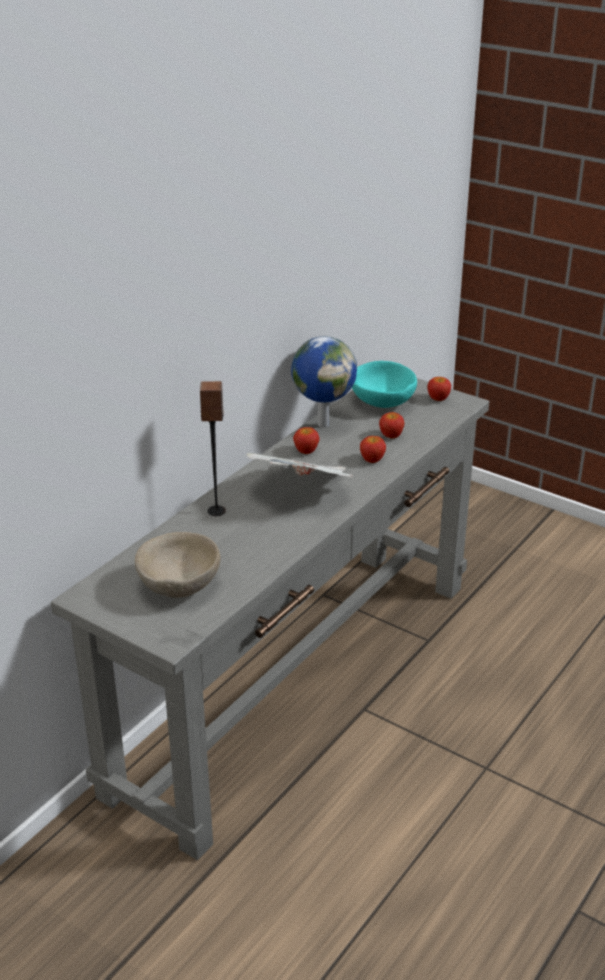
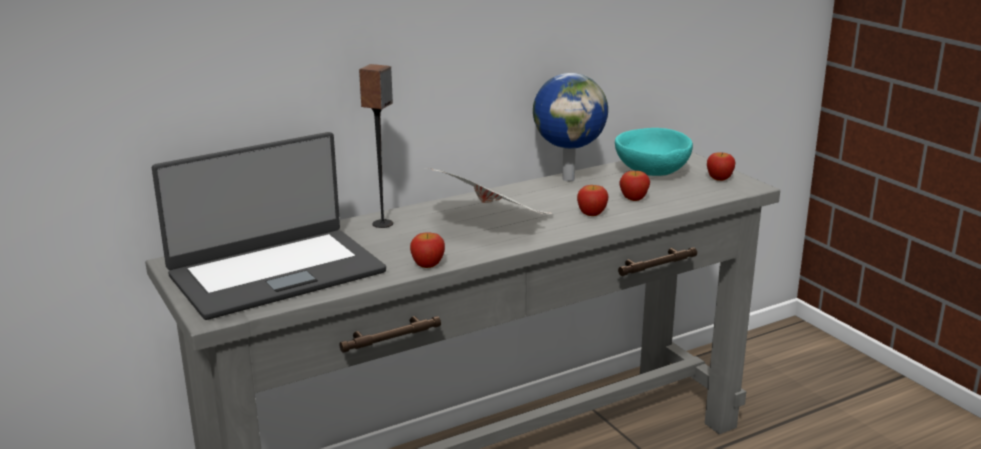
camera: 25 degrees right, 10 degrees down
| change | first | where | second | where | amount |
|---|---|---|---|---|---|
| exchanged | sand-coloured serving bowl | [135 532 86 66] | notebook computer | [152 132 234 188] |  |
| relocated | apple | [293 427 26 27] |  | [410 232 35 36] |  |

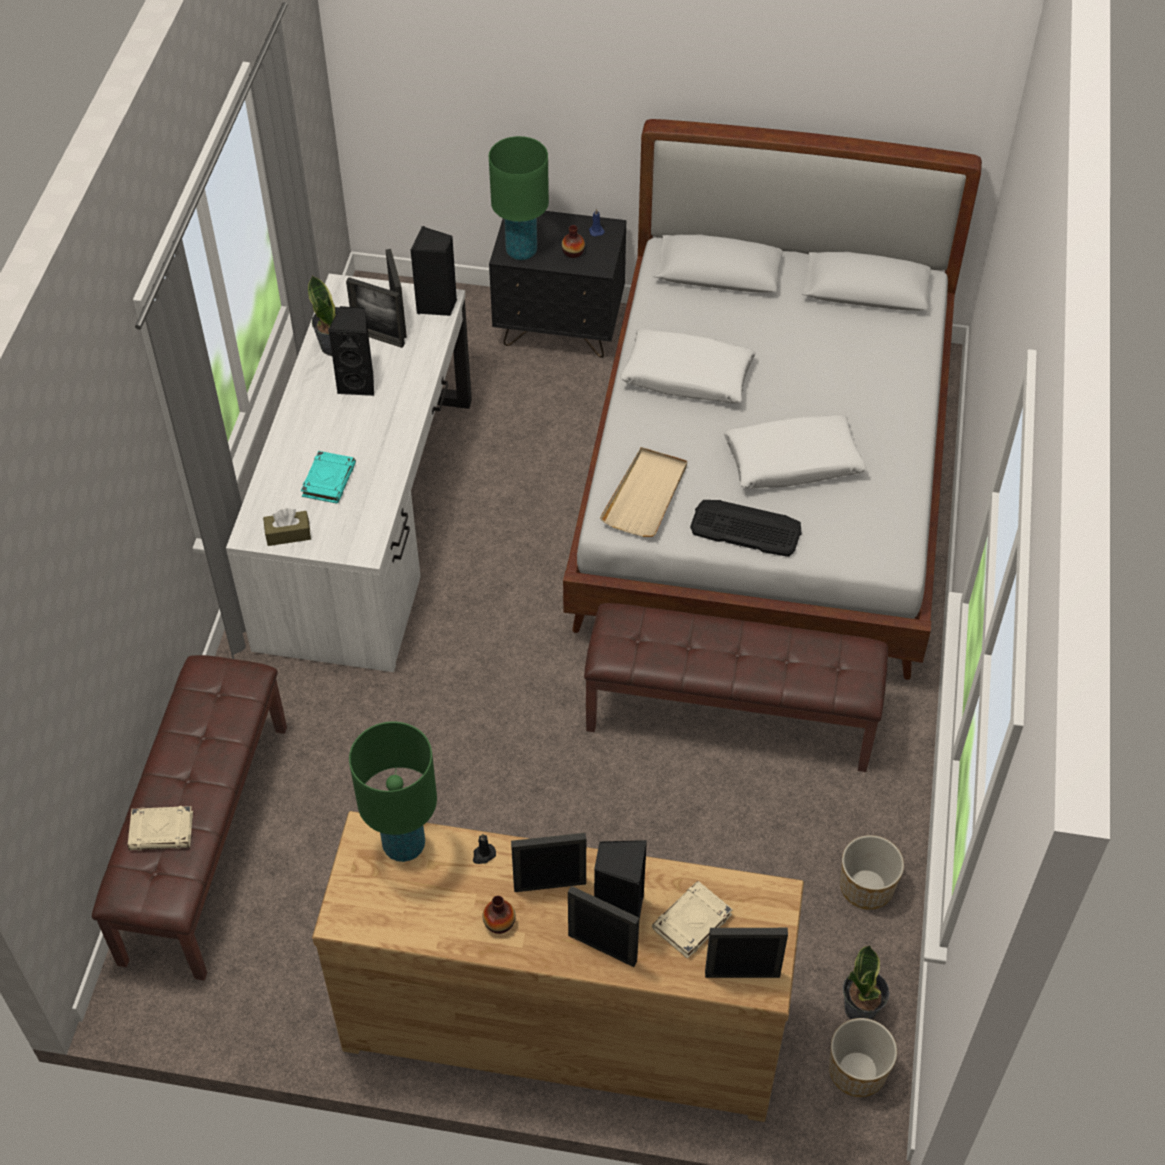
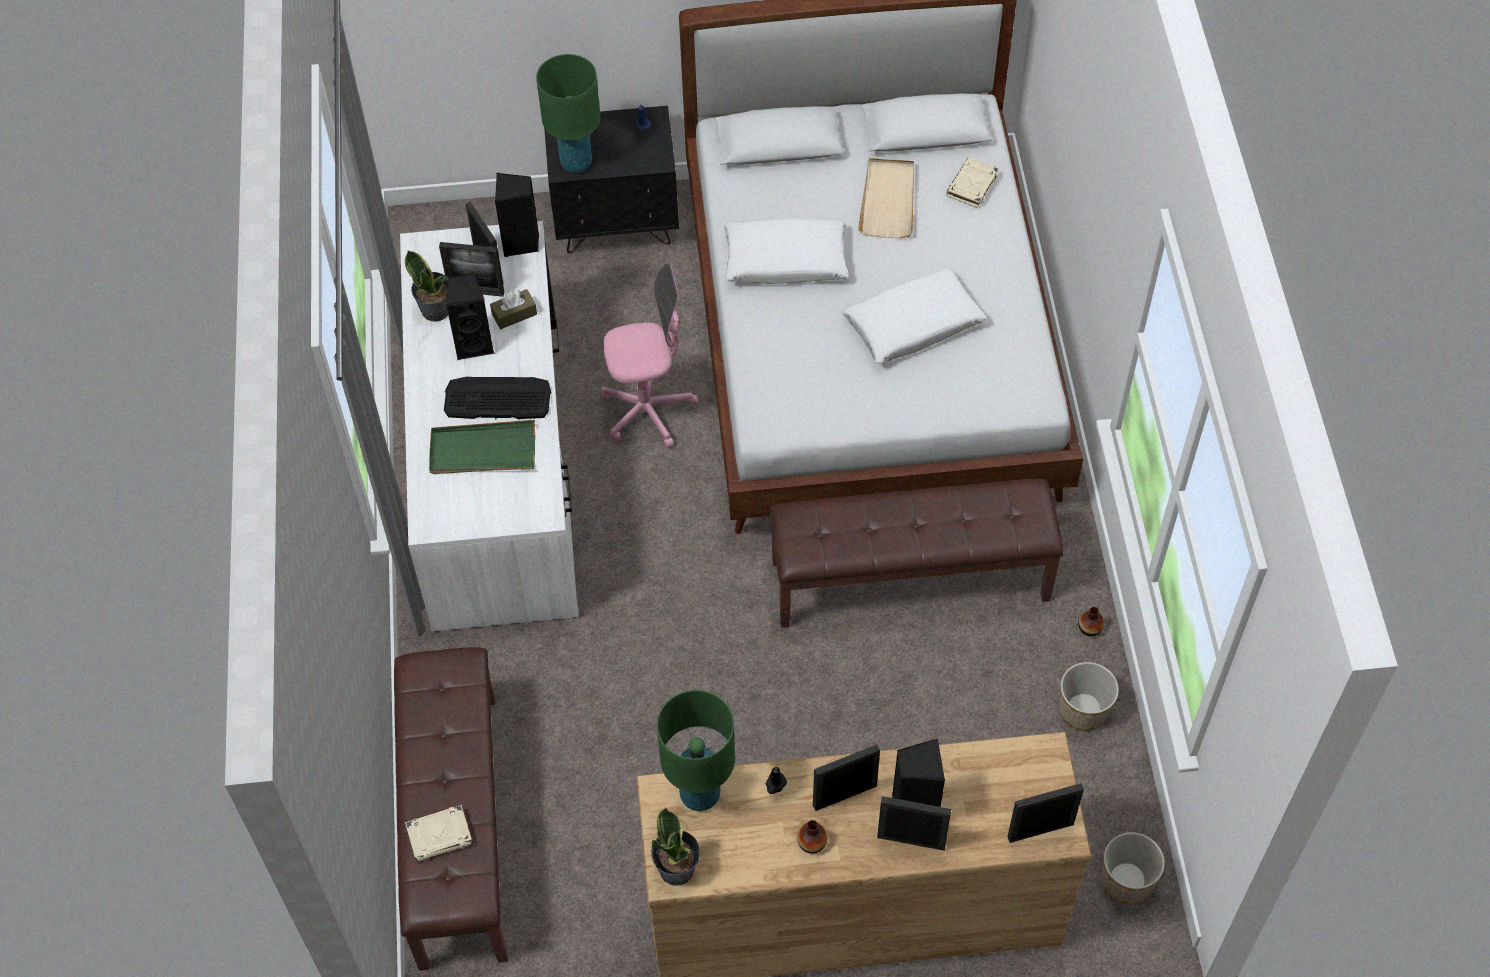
camera: 15 degrees left, 5 degrees up
| change | first | where | second | where | amount |
|---|---|---|---|---|---|
| relocated | brown tissue box | [263 508 48 38] |  | [490 289 47 40] |  |
| exchanged | blue-green bound book | [301 451 55 52] | green-coloured tray | [429 420 106 54] |  |
| relocated | flower vase | [562 225 23 33] |  | [1078 607 26 29] |  |
| relocated | sand-coloured tray | [600 447 87 90] |  | [858 158 56 80] |  |
| relocated | sand-coloured bound book | [652 881 81 78] |  | [946 157 53 51] |  |
| relocated | keyboard | [690 500 112 57] |  | [444 376 107 43] |  |
| relocated | houseplant | [843 945 46 75] |  | [651 808 49 78] |  |
| appeared |  |  | pink desk chair | [601 263 97 185] |  |

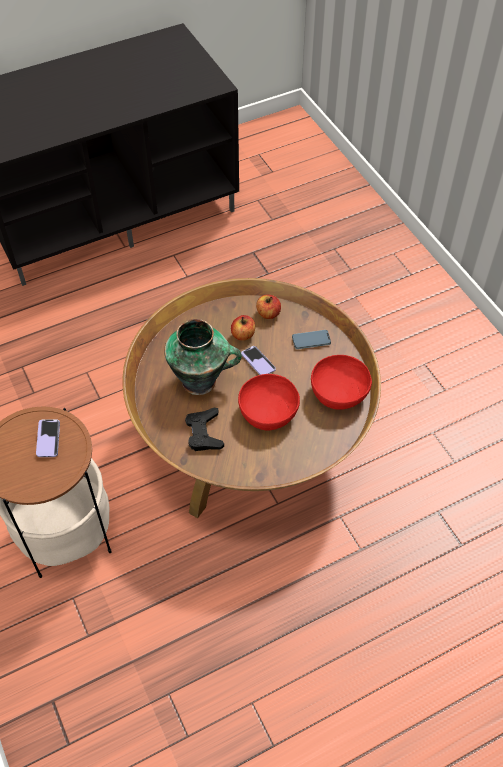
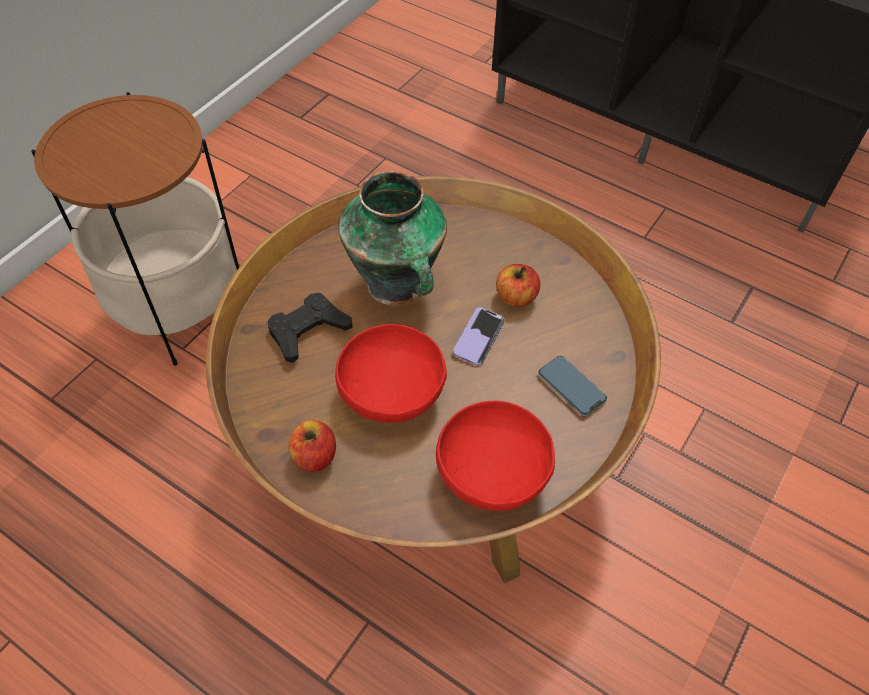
camera: 60 degrees right, 0 degrees up
| change | first | where | second | where | amount |
|---|---|---|---|---|---|
| missing | phone | [36 419 24 38] |  |  |  |
| relocated | apple | [256 294 25 25] |  | [288 420 48 52] |  |

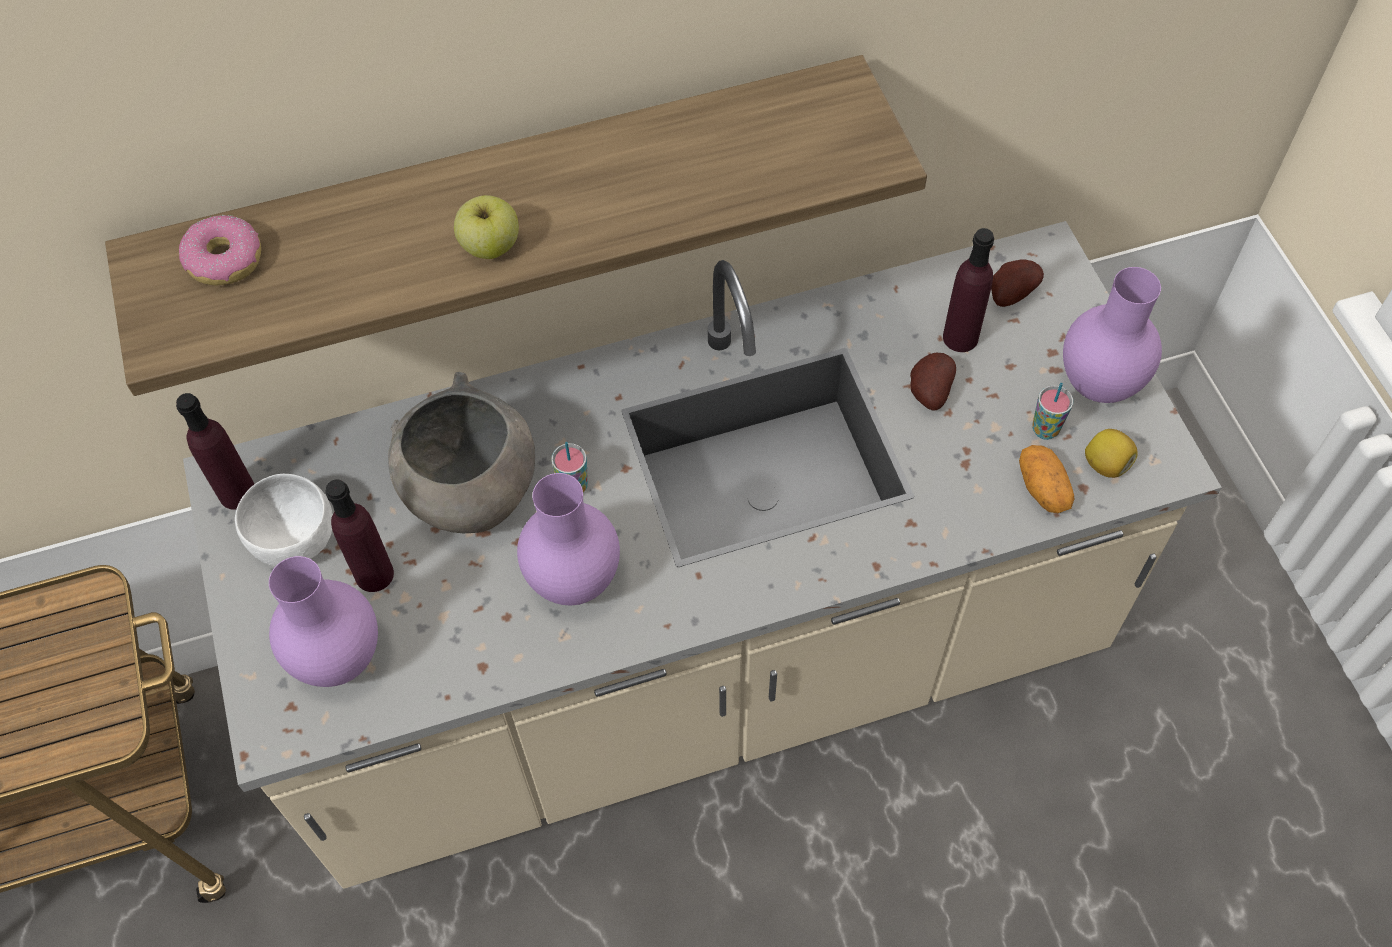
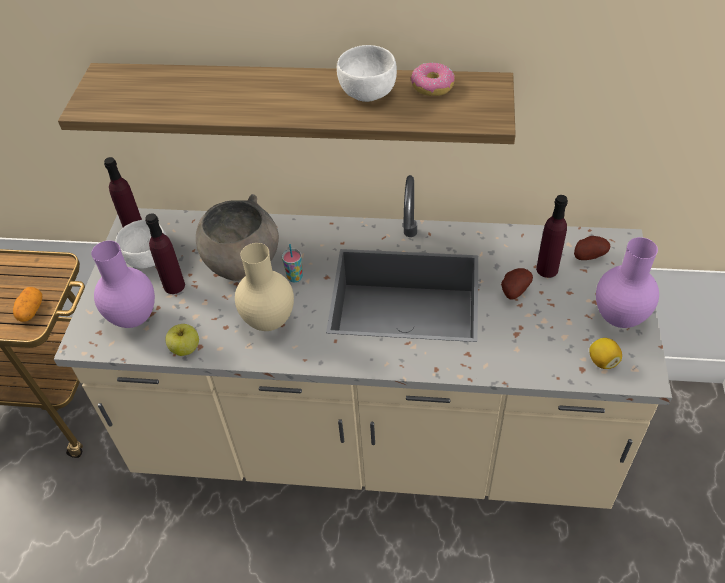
camera: 25 degrees right, 10 degrees down
| change | first | where | second | where | amount |
|---|---|---|---|---|---|
| relocated | doughnut | [179 215 82 71] |  | [411 63 44 33] |  |
| relocated | apple | [454 195 65 64] |  | [165 324 34 32] |  |
| colour | purplish flower vase | [517 473 103 133] | sand-coloured flower vase | [235 243 59 88] |  |
| relocated | potato | [1019 445 56 68] |  | [13 287 29 35] |  |
| missing | cup | [1032 383 41 57] |  |  |  |
| appeared |  |  | white-coloured serving bowl | [337 45 60 57] |  |

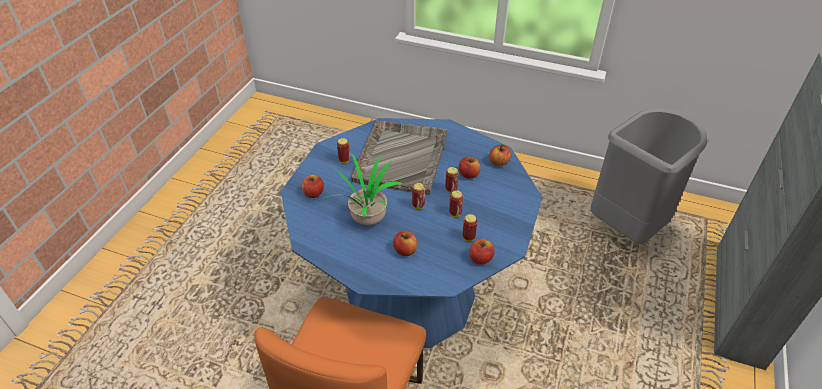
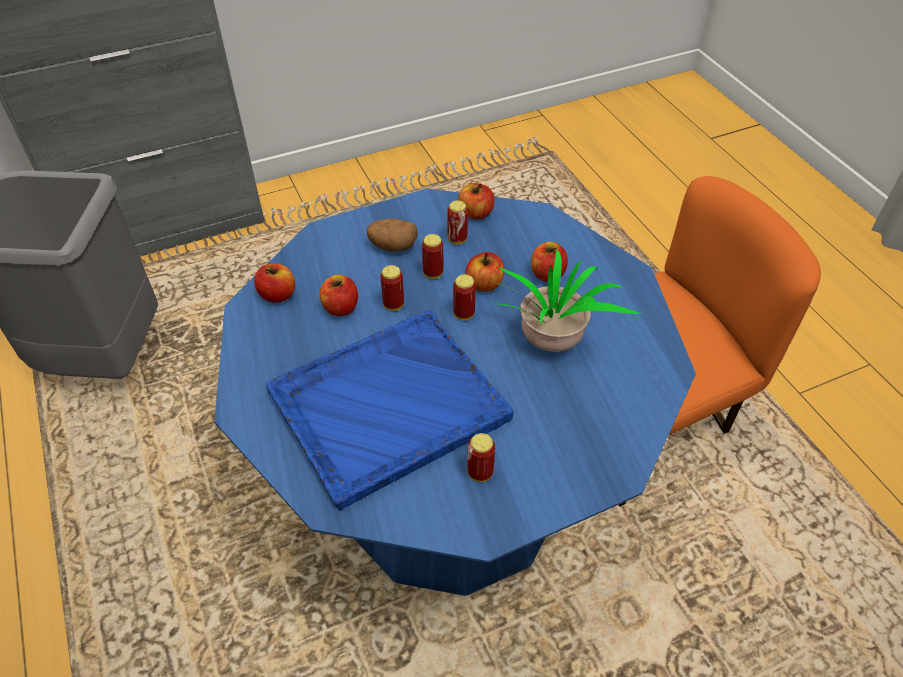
camera: 135 degrees left, 5 degrees up
| change | first | where | second | where | amount |
|---|---|---|---|---|---|
| relocated | apple | [302 175 22 23] |  | [465 252 40 40] |  |
| colour | gray tray | [351 120 96 75] | bluish tray | [266 310 248 201] |  |
| appeared |  |  | potato | [367 219 51 32] |  |

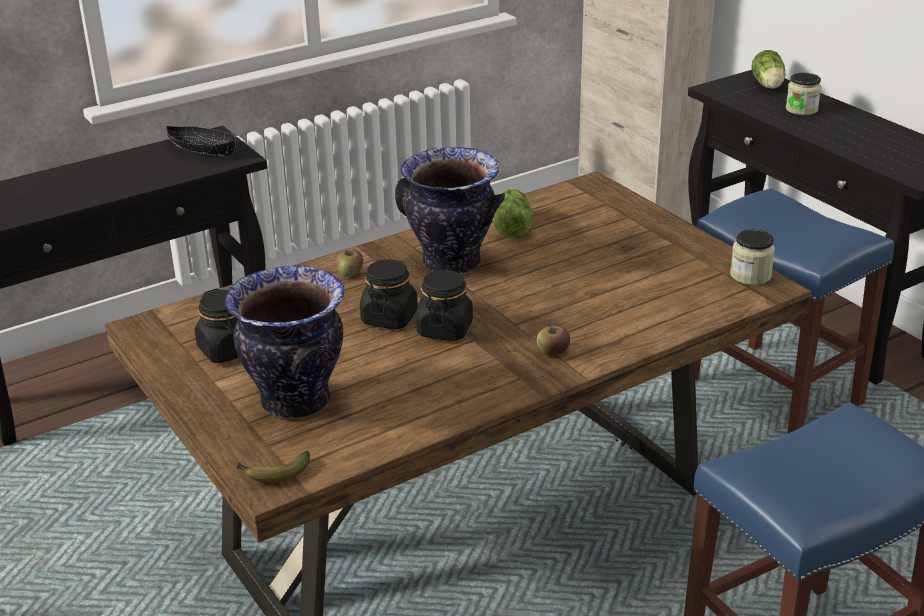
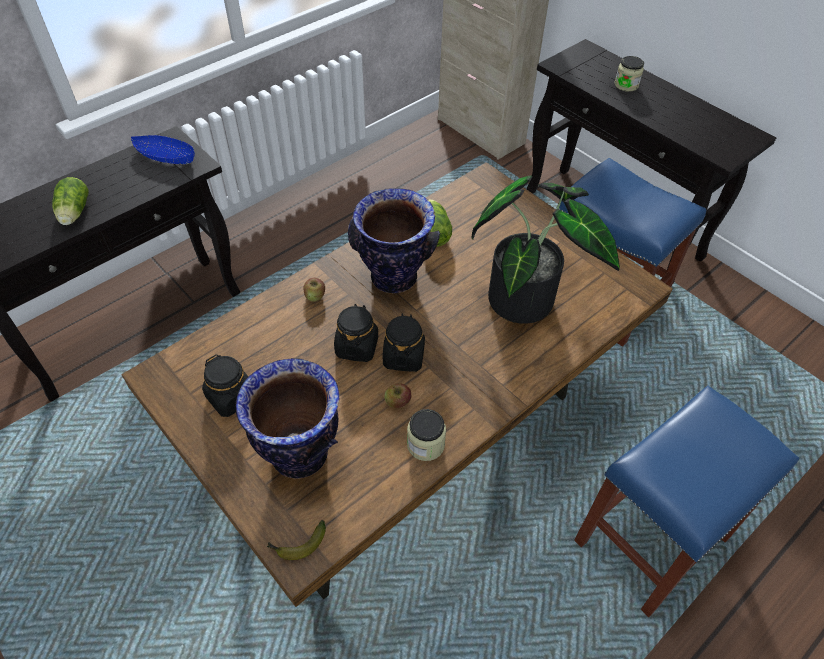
camera: 10 degrees left, 20 degrees up
| change | first | where | second | where | amount |
|---|---|---|---|---|---|
| colour | blackish serving bowl | [166 126 71 30] | bluish serving bowl | [131 135 64 30] |  |
| relocated | apple | [537 324 33 32] |  | [384 383 27 25] |  |
| relocated | storage jar | [730 229 45 56] |  | [407 409 39 52] |  |
| relocated | lettuce head | [751 50 35 39] |  | [52 177 37 48] |  |
| appeared |  |  | houseplant | [471 175 149 149] |  |

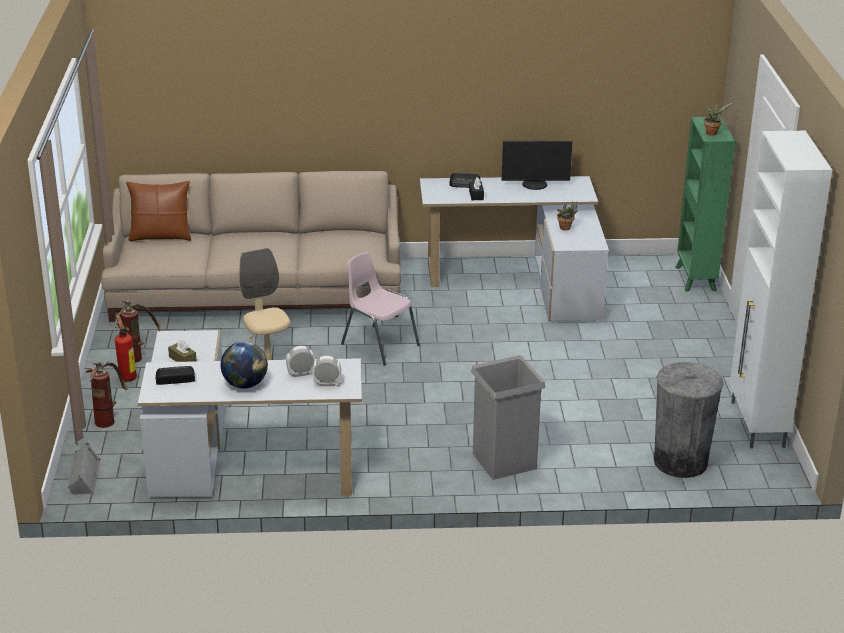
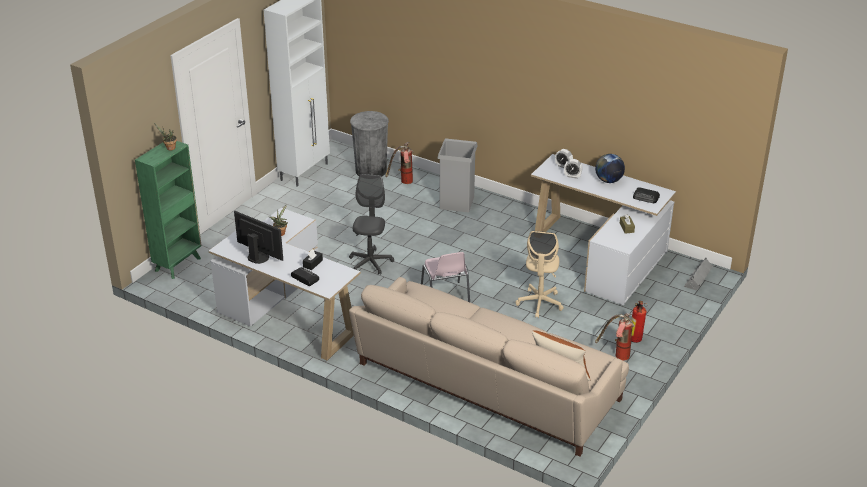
camera: 145 degrees left, 5 degrees up
| change | first | where | second | where | amount |
|---|---|---|---|---|---|
| relocated | fire extinguisher | [85 362 43 66] |  | [385 142 29 42] |  |
| appeared |  |  | gray desk chair | [349 174 45 101] |  |

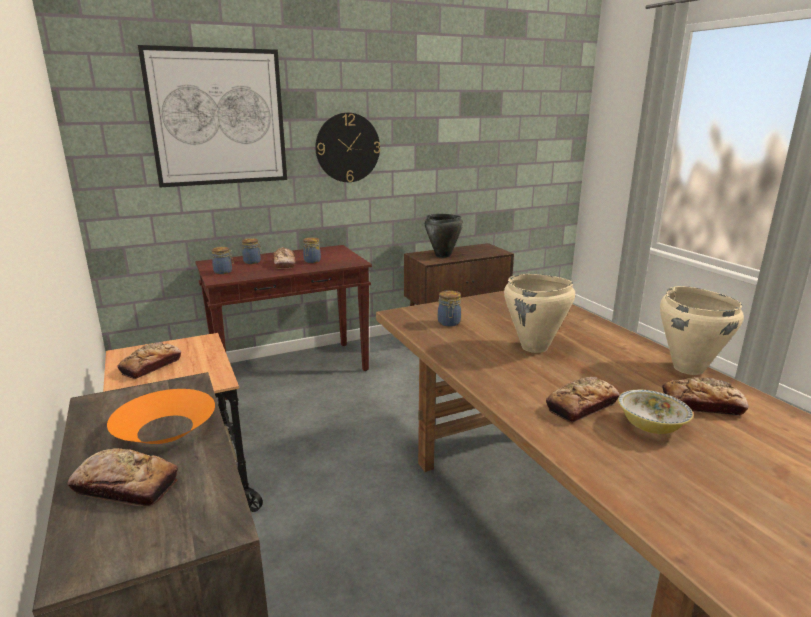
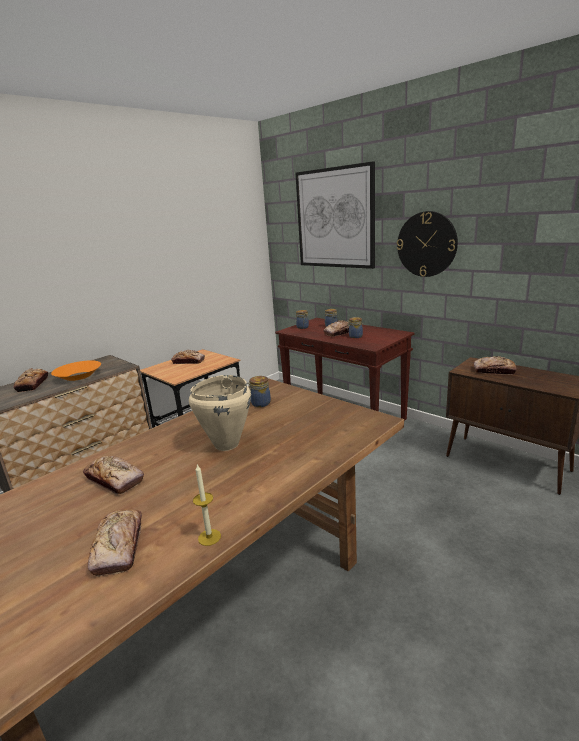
camera: 70 degrees right, 0 degrees up
| change | first | where | second | where | amount |
|---|---|---|---|---|---|
| exchanged | blackish stockpot | [425 214 38 44] | bread | [473 356 44 19] |  |
| missing | serving bowl | [618 390 75 44] |  |  |  |
| exchanged | sand-coloured stockpot | [660 286 84 89] | wax light | [193 465 28 81] |  |

